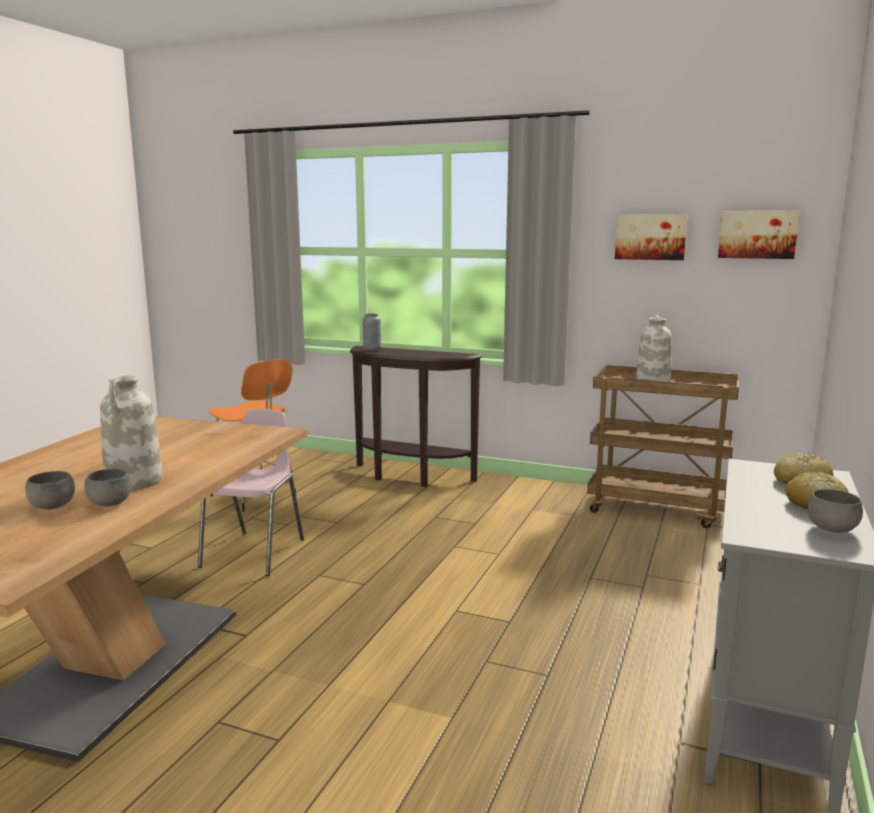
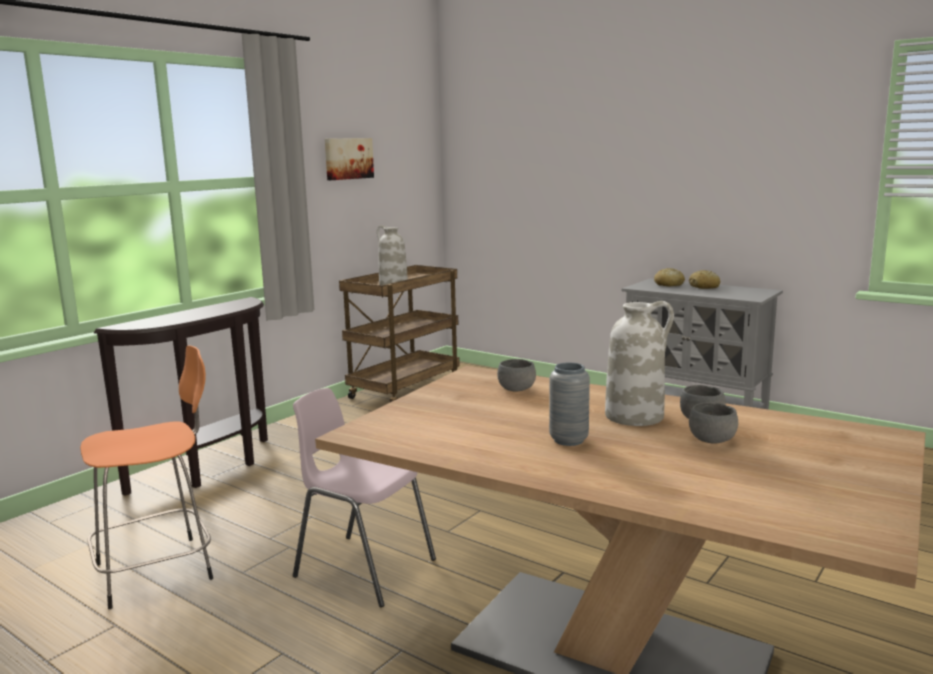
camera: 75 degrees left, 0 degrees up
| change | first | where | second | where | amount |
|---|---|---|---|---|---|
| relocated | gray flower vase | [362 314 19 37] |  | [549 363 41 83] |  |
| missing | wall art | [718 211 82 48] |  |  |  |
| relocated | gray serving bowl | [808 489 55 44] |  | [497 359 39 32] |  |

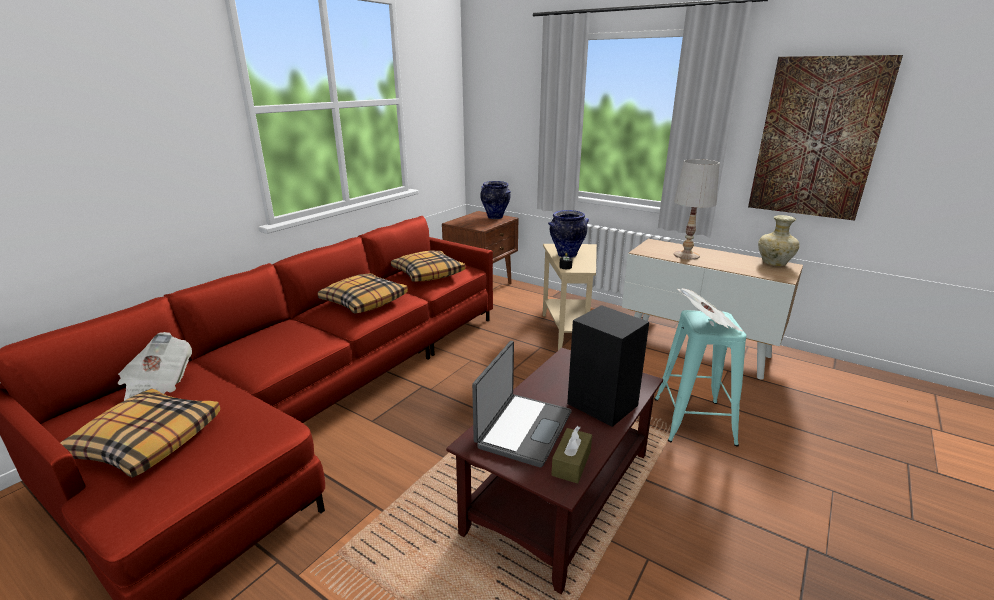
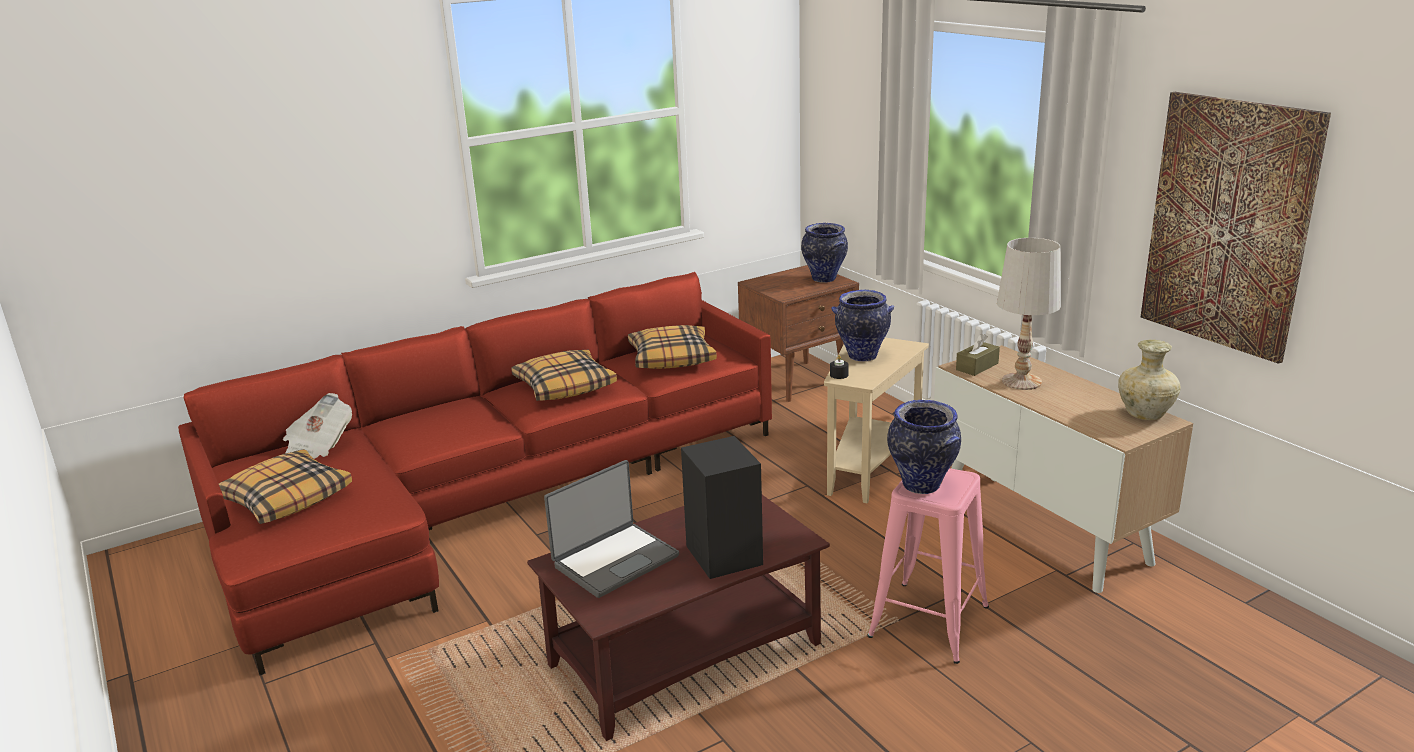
camera: 25 degrees right, 0 degrees up
| change | first | where | second | where | amount |
|---|---|---|---|---|---|
| relocated | brown tissue box | [551 426 41 58] |  | [956 334 44 42] |  |
| colour | blue-green stool seat | [655 310 91 137] | pink stool seat | [867 468 122 196] |  |
| exchanged | printed paper | [677 288 66 43] | flower vase | [887 400 74 94] |  |

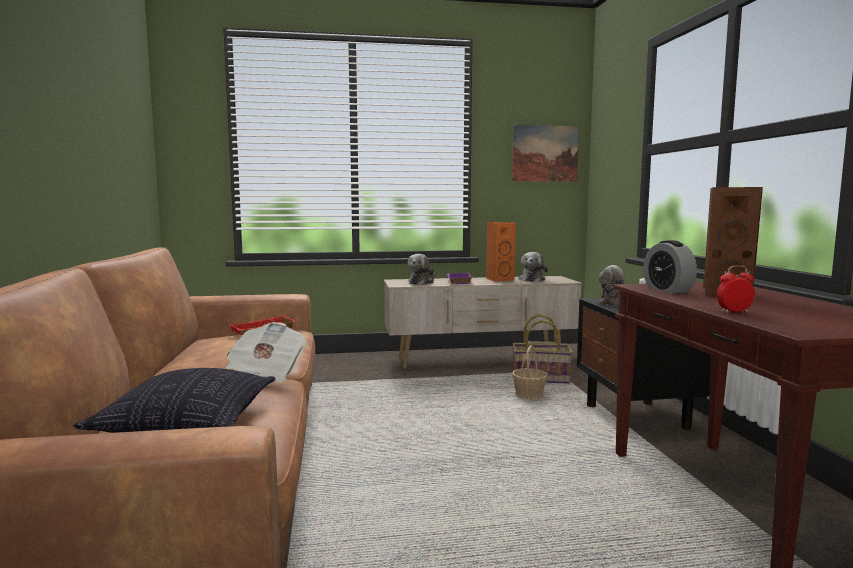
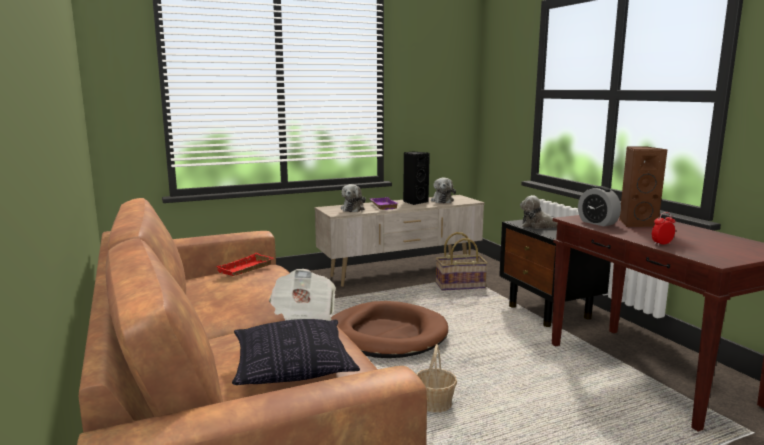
camera: 15 degrees left, 5 degrees up
| change | first | where | second | where | amount |
|---|---|---|---|---|---|
| colour | orange audio speaker | [486 222 30 60] | blackish audio speaker | [403 151 27 54] |  |
| missing | wall art | [512 125 67 57] |  |  |  |
| relocated | household basket | [512 345 36 55] |  | [417 344 40 69] |  |
| appeared |  |  | brown dog bed | [331 301 117 57] |  |

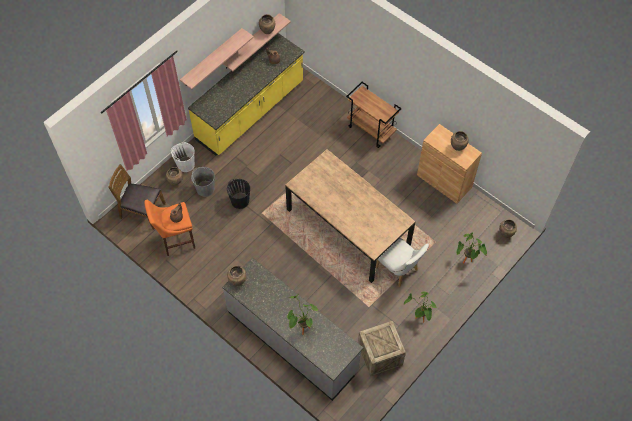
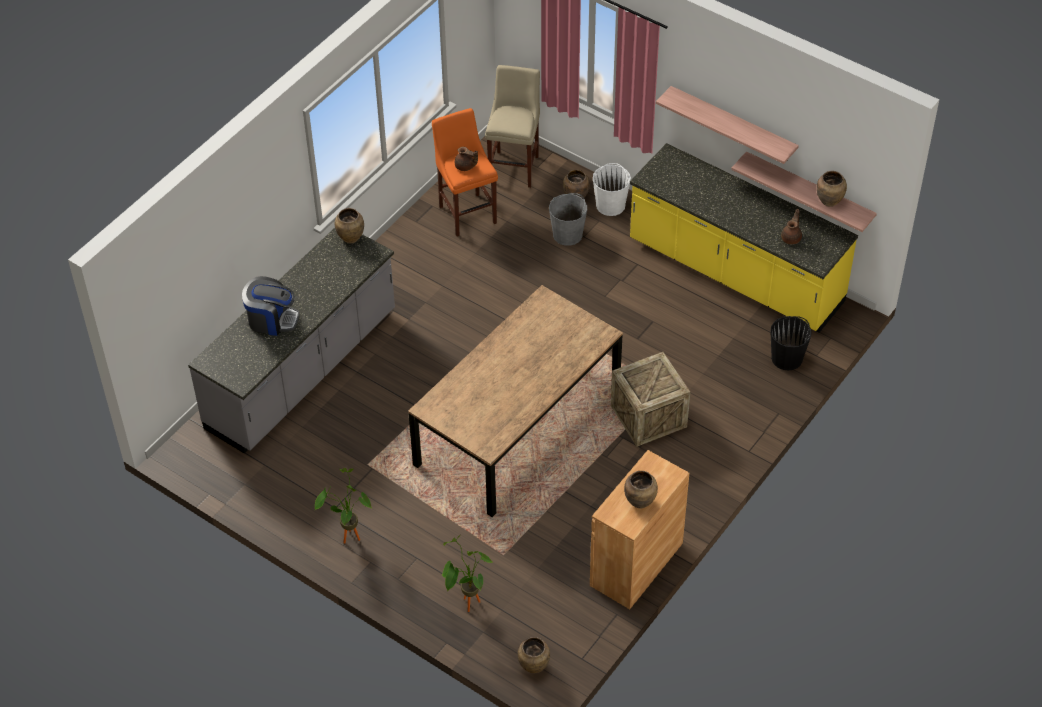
camera: 85 degrees right, 10 degrees down
| change | first | where | second | where | amount |
|---|---|---|---|---|---|
| exchanged | brown chair | [108 164 58 65] | sand-coloured stool seat | [485 65 55 123] |  |
| relocated | blackish bucket | [227 179 23 30] |  | [770 316 42 55] |  |
| exchanged | houseplant | [287 294 32 41] | coffee maker | [242 276 57 60] |  |
| missing | brown cart | [346 82 56 66] |  |  |  |
| relocated | crate | [358 321 48 55] |  | [611 352 79 95] |  |
| missing | white-coloured chair | [376 237 53 50] |  |  |  |

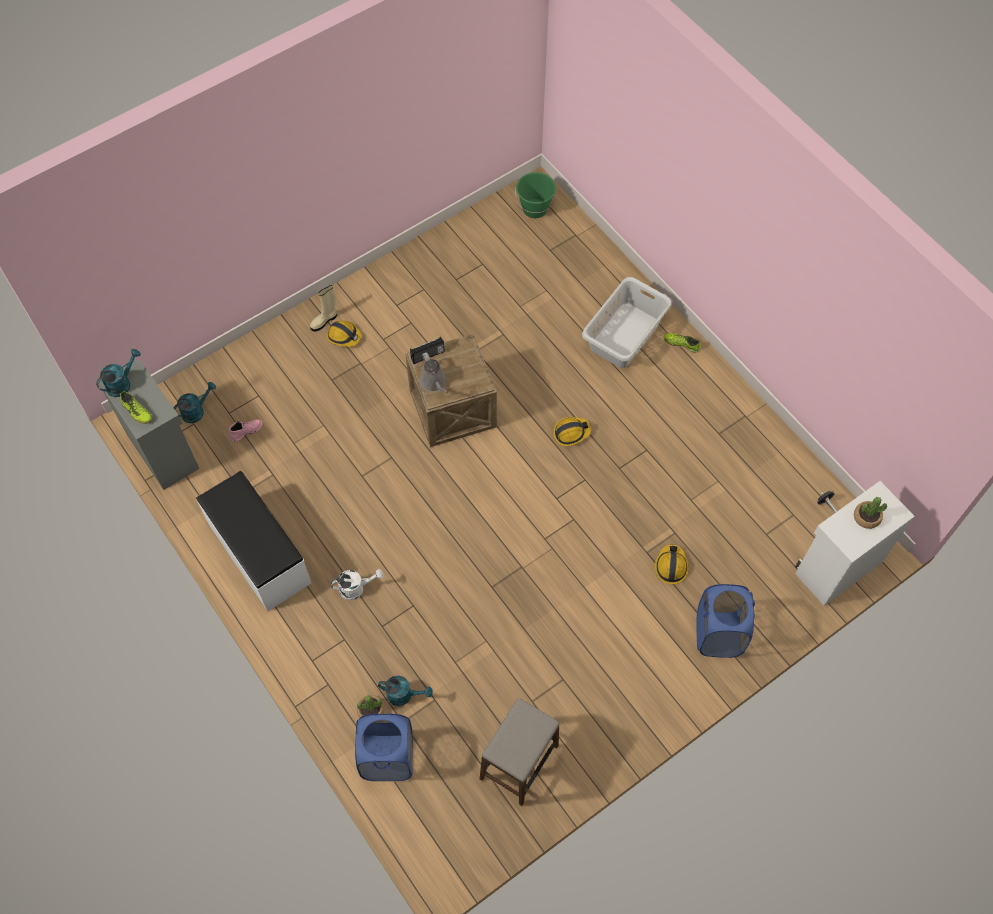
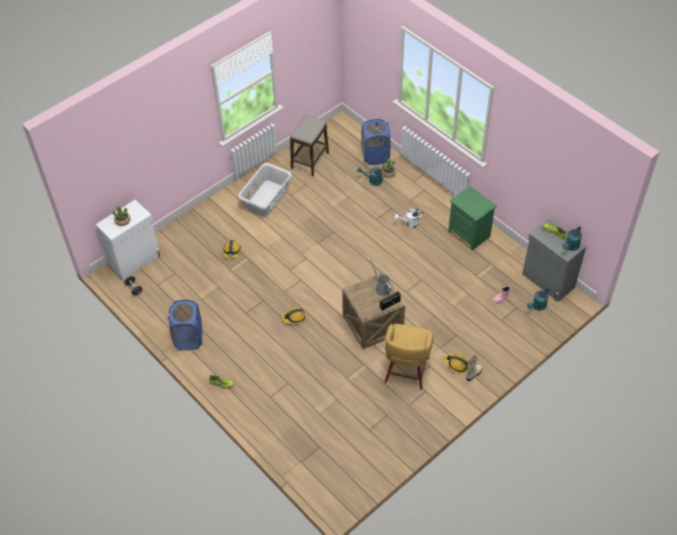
camera: 175 degrees right, 10 degrees down
| change | first | where | second | where | amount |
|---|---|---|---|---|---|
| exchanged | white-coloured bench | [196 471 115 141] | green-coloured nightstand | [448 186 49 65] |  |
| missing | green-coloured bucket | [515 172 42 46] |  |  |  |
| relocated | gray laundry basket | [582 277 90 91] |  | [238 163 54 53] |  |
| relocated | bluish laundry basket | [696 584 59 74] |  | [168 300 34 50] |  |
| appeared |  |  | yellow stool seat | [385 324 49 66] |  |

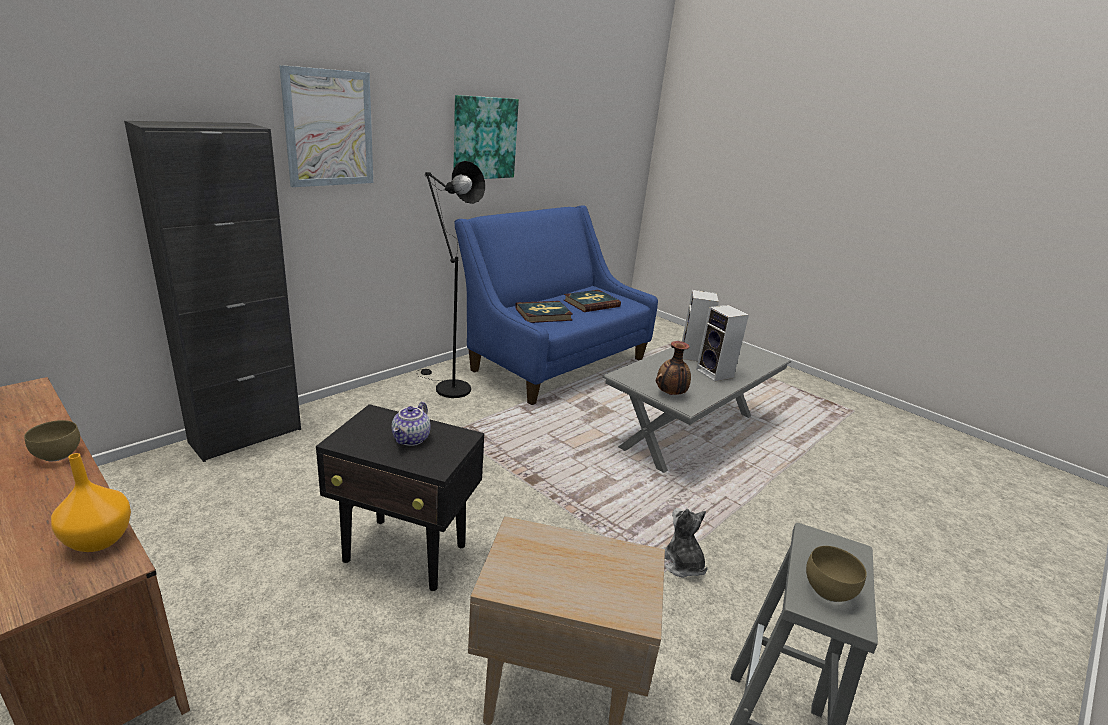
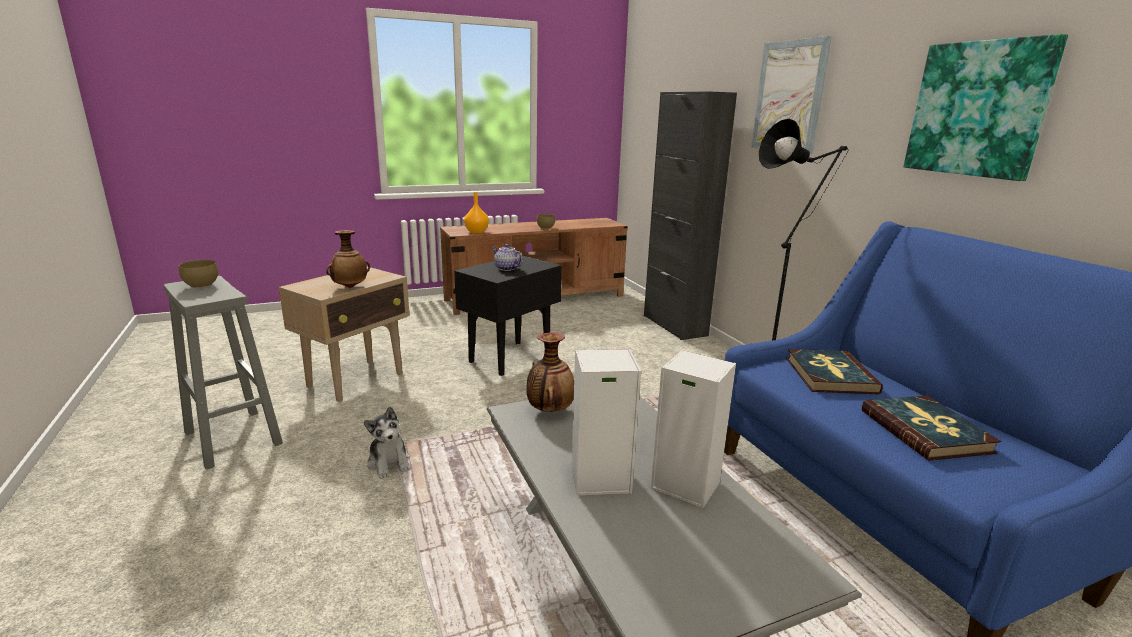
camera: 115 degrees right, 5 degrees down
| change | first | where | second | where | amount |
|---|---|---|---|---|---|
| spun | cuddly toy | [661 508 47 70] |  | [364 407 47 72] | 60 degrees clockwise |
| appeared |  |  | flower vase | [326 230 44 58] |  |

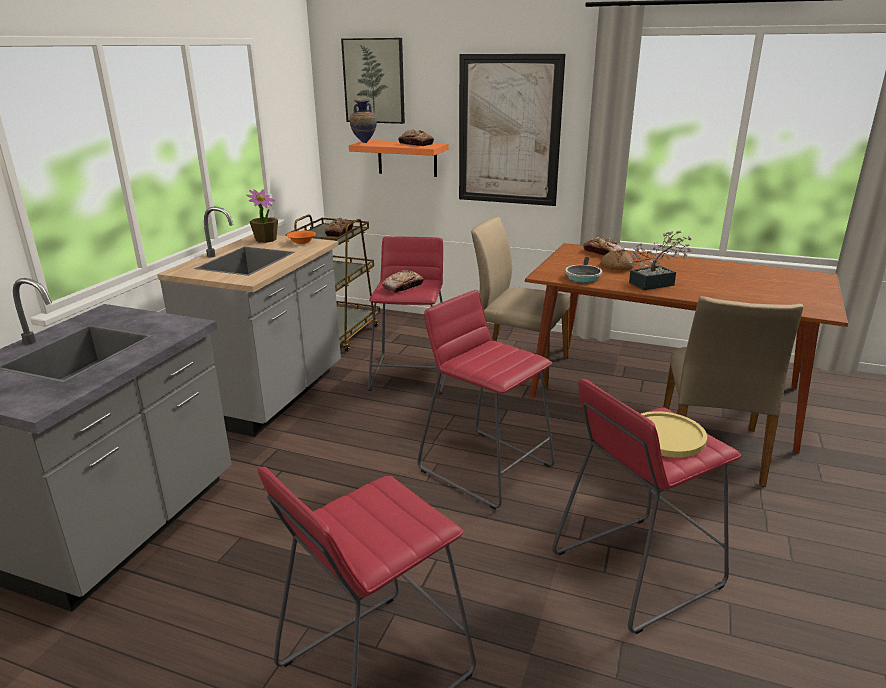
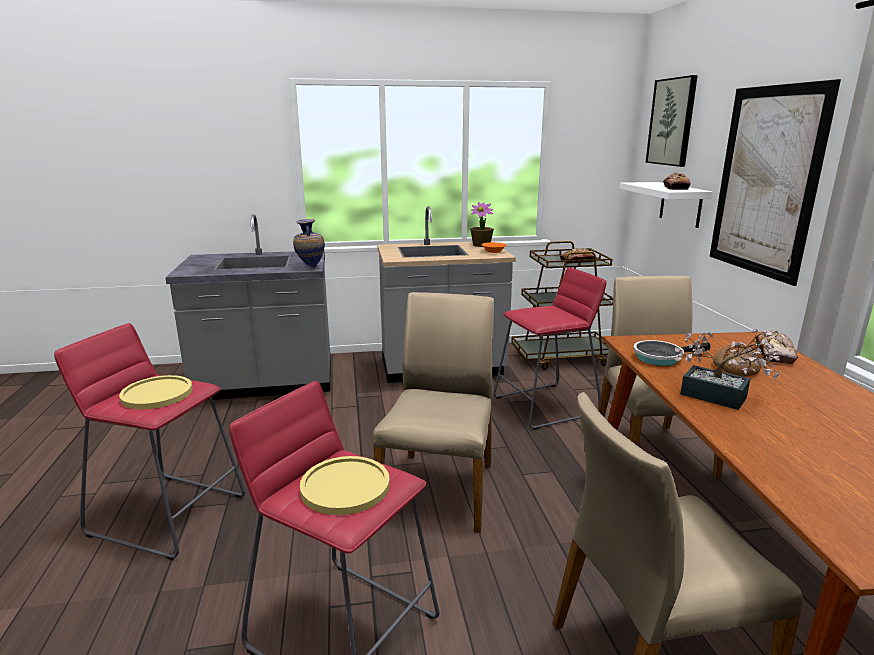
camera: 60 degrees right, 5 degrees down
| change | first | where | second | where | amount |
|---|---|---|---|---|---|
| colour | orange wall shelf | [349 140 100 37] | white-coloured wall shelf | [619 182 94 46] |  |
| relocated | flower vase | [350 98 27 45] |  | [293 219 32 49] |  |
| missing | bread | [382 270 42 23] |  |  |  |
| exchanged | red-coloured stool seat | [418 290 137 219] | sand-coloured chair | [373 292 121 241] |  |
| appeared |  |  | yellow dinner plate | [119 375 73 34] |  |

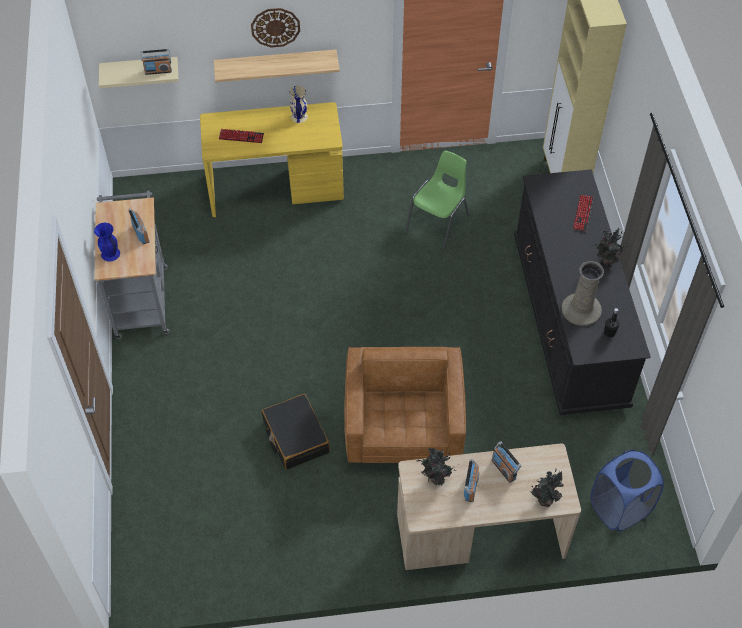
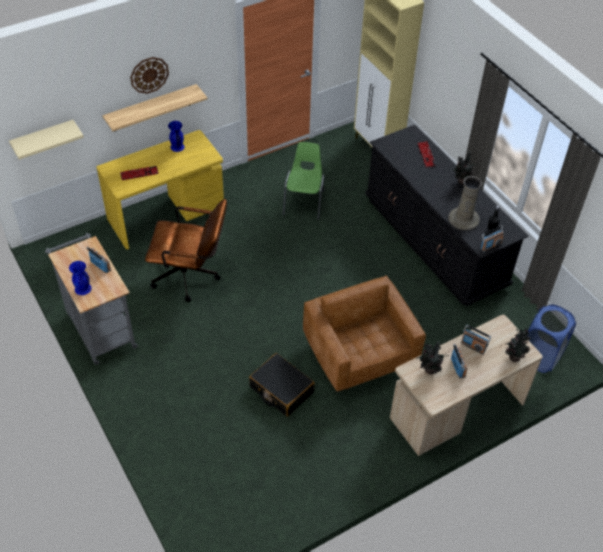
camera: 25 degrees left, 5 degrees down
| change | first | where | second | where | amount |
|---|---|---|---|---|---|
| relocated | radio | [140 49 32 26] |  | [480 226 24 26] |  |
| colour | sand-coloured flower vase | [289 86 19 37] | bluish flower vase | [168 121 17 31] |  |
| appeared |  |  | brown desk chair | [145 199 82 103] |  |

